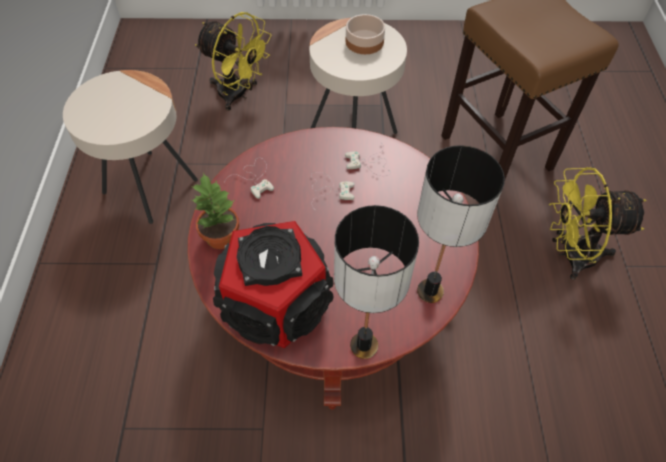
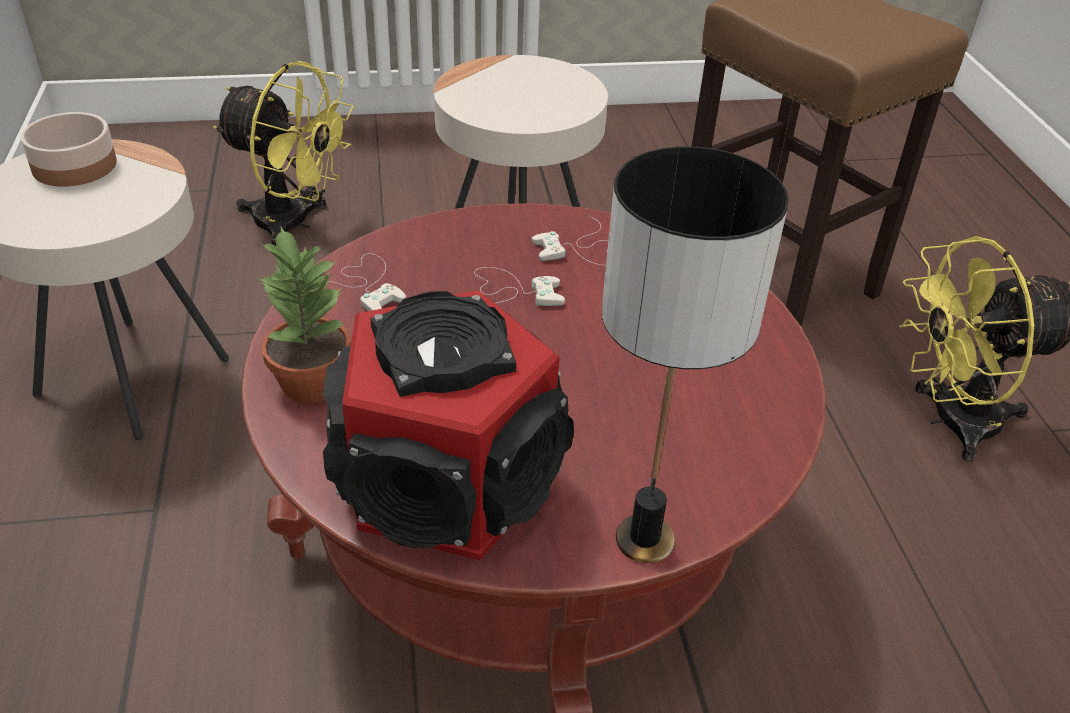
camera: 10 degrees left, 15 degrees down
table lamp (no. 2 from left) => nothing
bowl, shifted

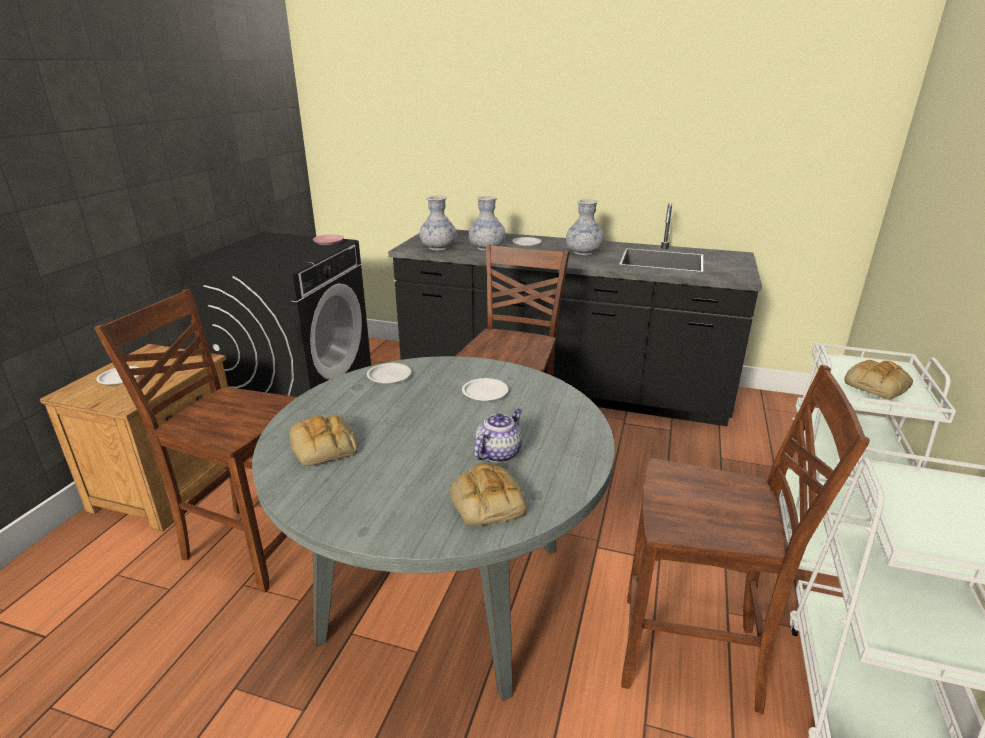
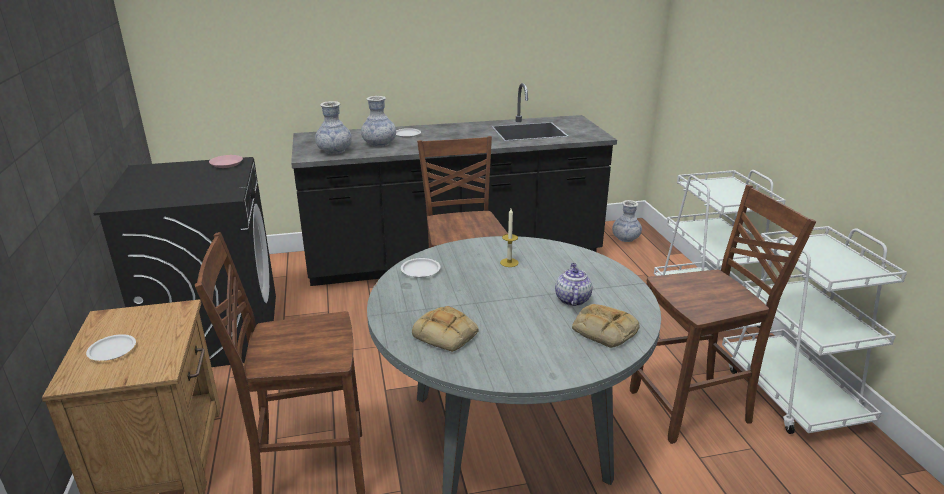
camera: 30 degrees left, 0 degrees up
bread (no. 3 from left) => nothing
vase (no. 3 from left), shifted
white plate (no. 3 from left) => candle

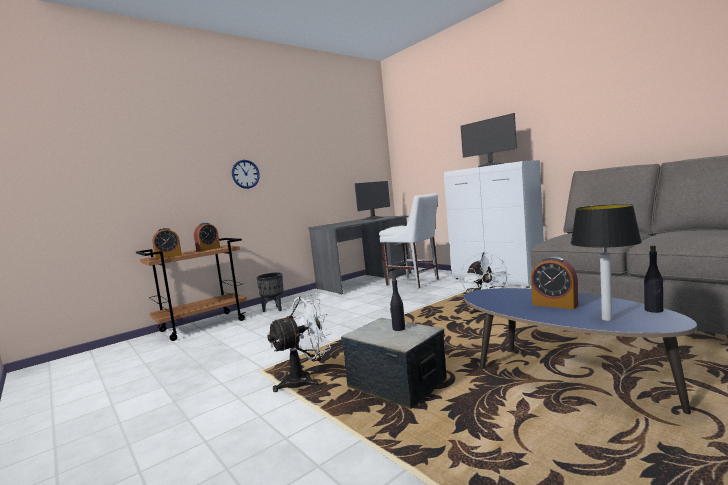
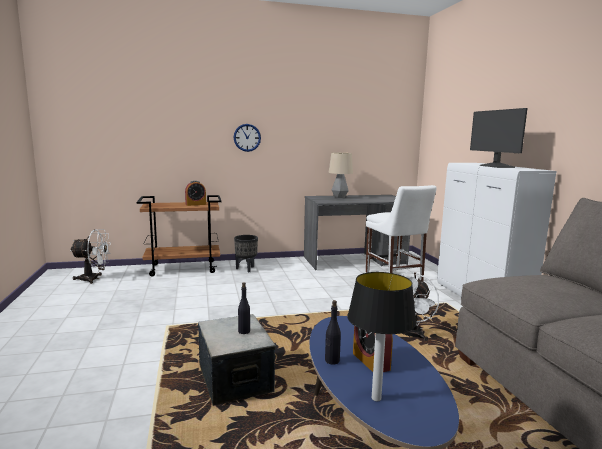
camera: 25 degrees right, 5 degrees up
alarm clock (no. 1 from left) => nothing
monitor (no. 1 from left) => nothing
nothing => table lamp (no. 1 from left)
white fan (no. 1 from left), shifted
black bottle (no. 2 from left), shifted

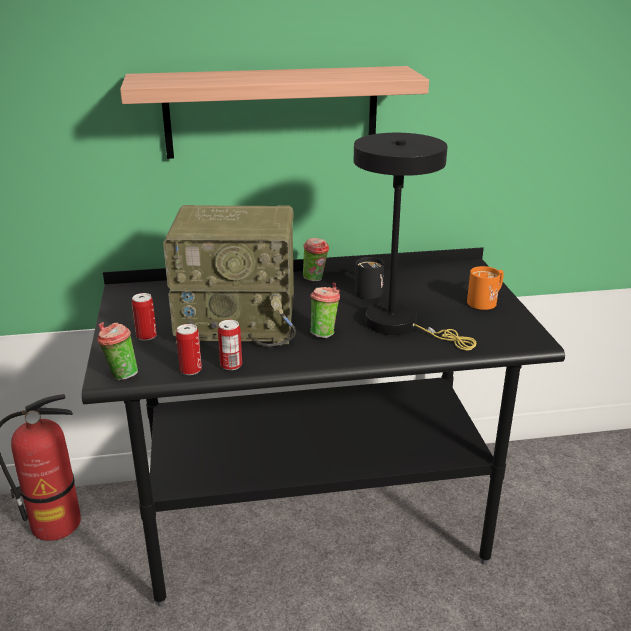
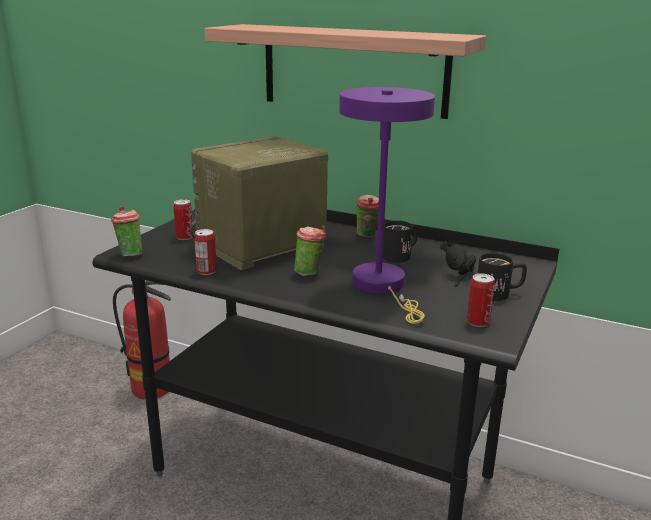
camera: 35 degrees right, 5 degrees down
nothing => black headphones
can (no. 2 from left in the first image) => can (no. 3 from left), shifted
black table lamp => purple table lamp
orange mug => black mug (no. 2 from left)
radio, 105 degrees clockwise

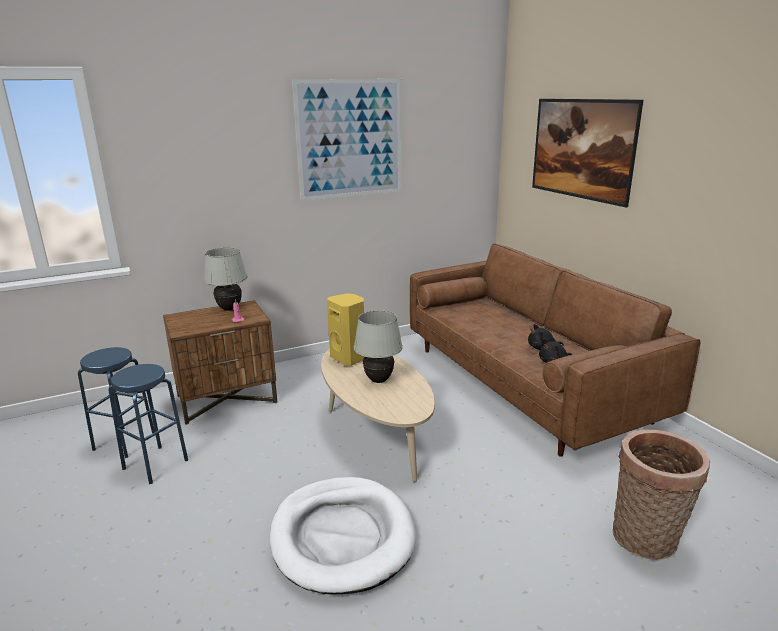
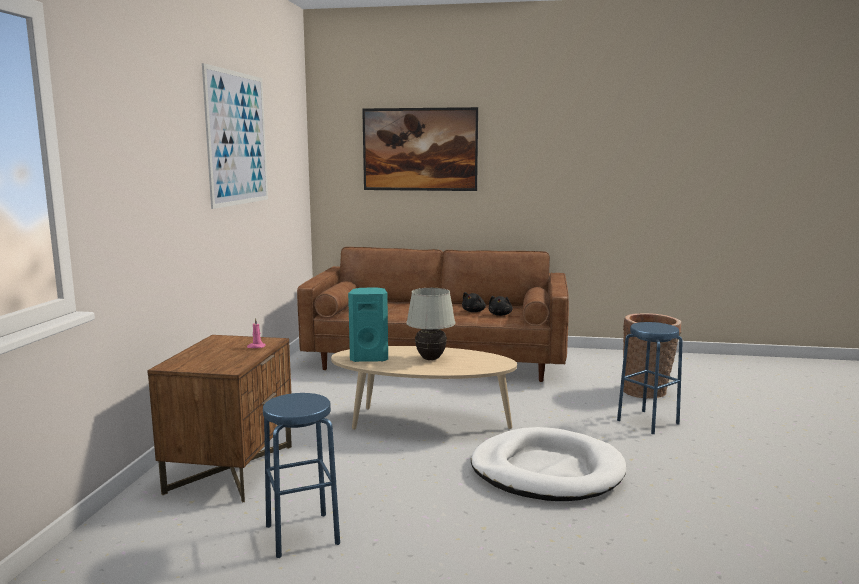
camera: 55 degrees left, 10 degrees down
white table lamp (no. 1 from left) => nothing
blue stool (no. 1 from left in the first image) => blue stool (no. 2 from left), shifted
yellow speaker => turquoise speaker

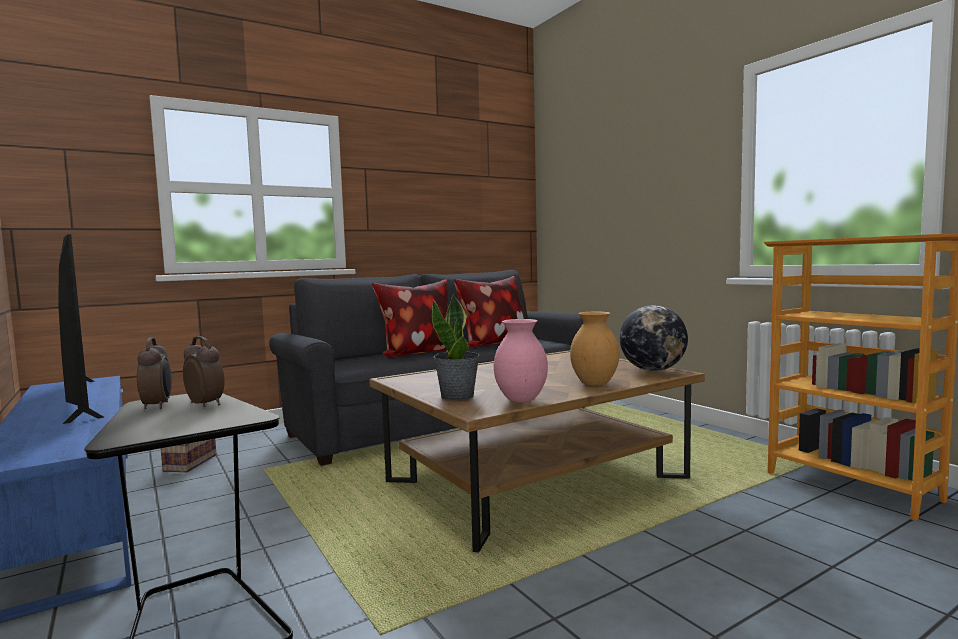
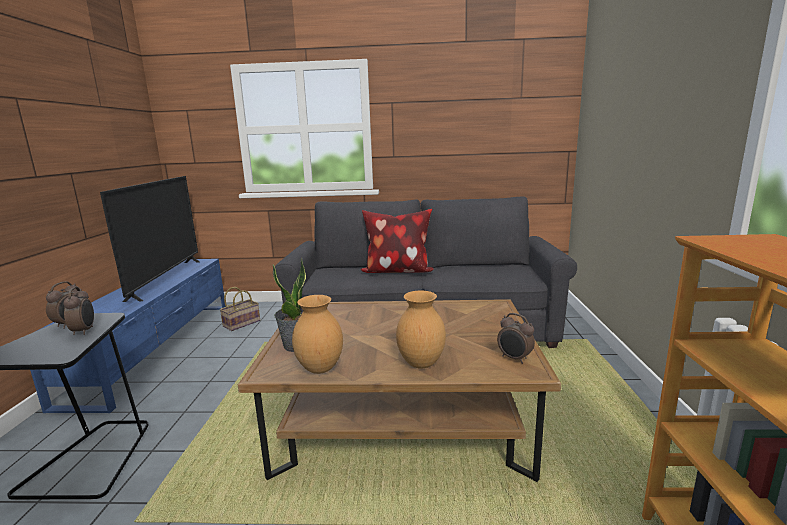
camera: 35 degrees right, 10 degrees up
pillow (no. 2 from left) => nothing
globe => alarm clock (no. 3 from left)
pink vase => brown vase (no. 1 from left)

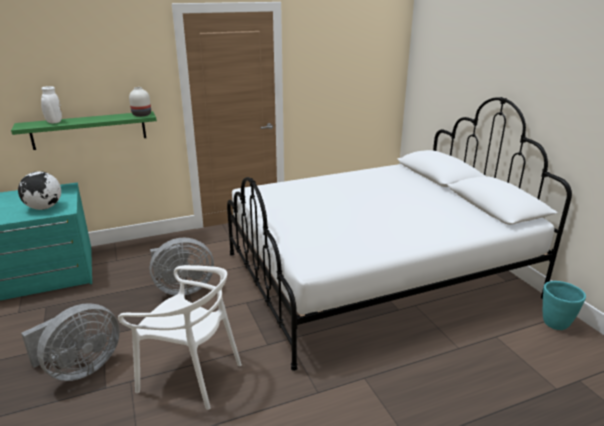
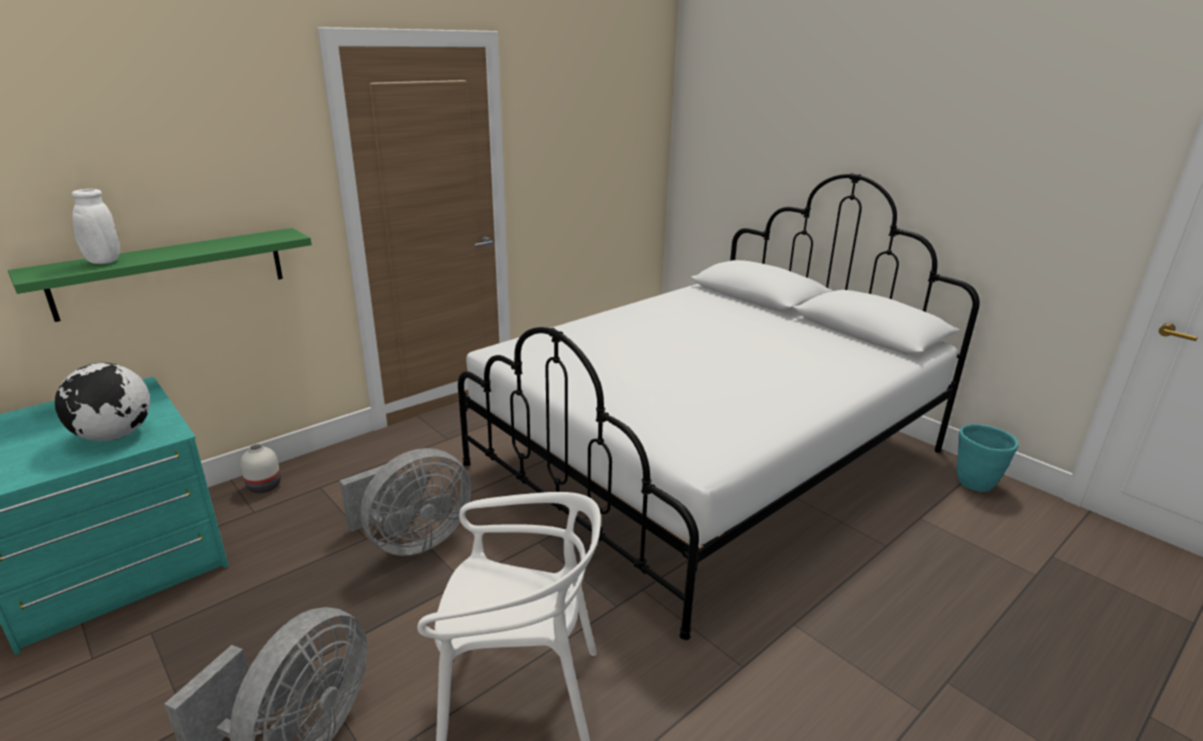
camera: 20 degrees left, 0 degrees up
white vase (no. 2 from left), shifted

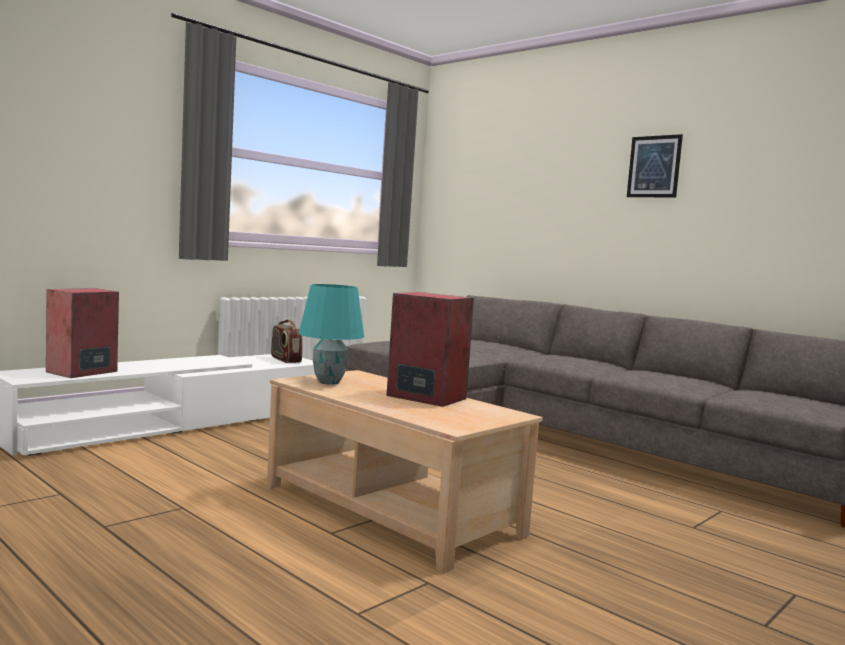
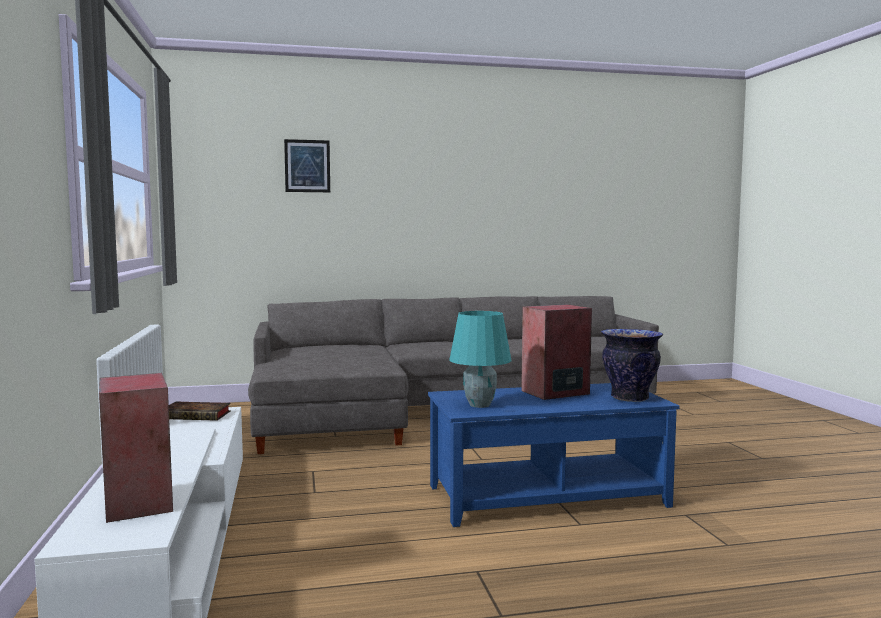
camera: 55 degrees left, 0 degrees up
nothing => vase
picture, shifted
radio => book
beige coffee table => blue coffee table

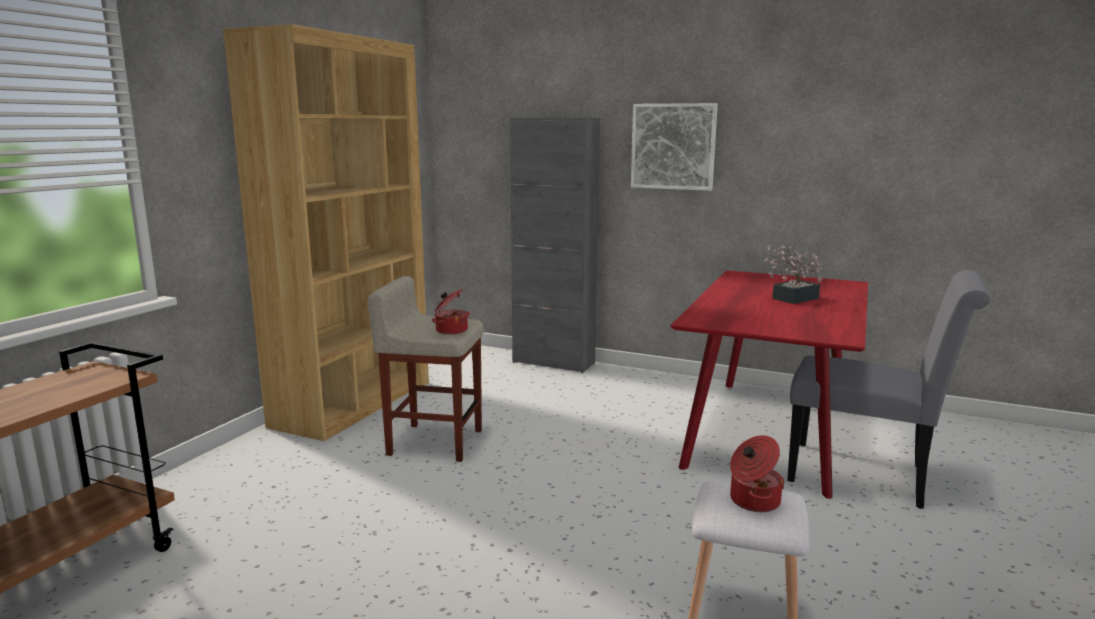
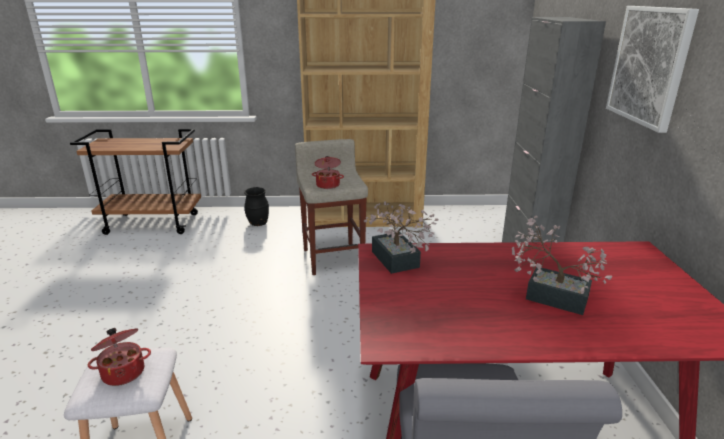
camera: 65 degrees right, 10 degrees up
nothing => black vase
nothing => potted plant (no. 1 from left)

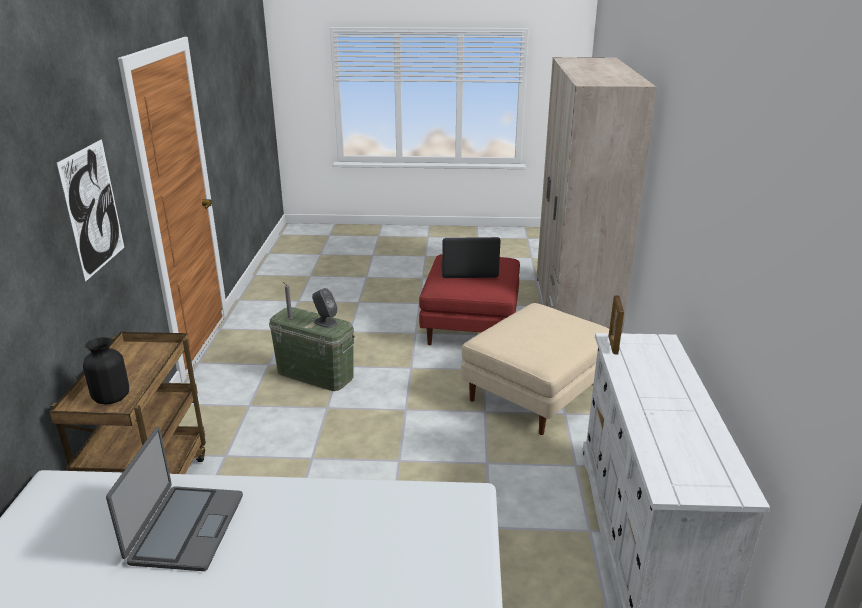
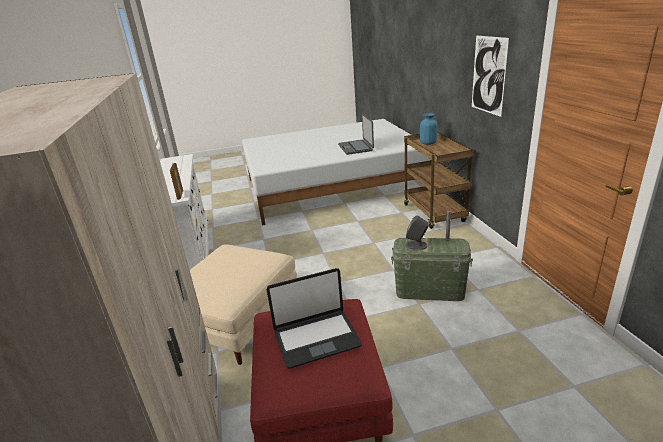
camera: 165 degrees right, 0 degrees up
black vase => blue vase

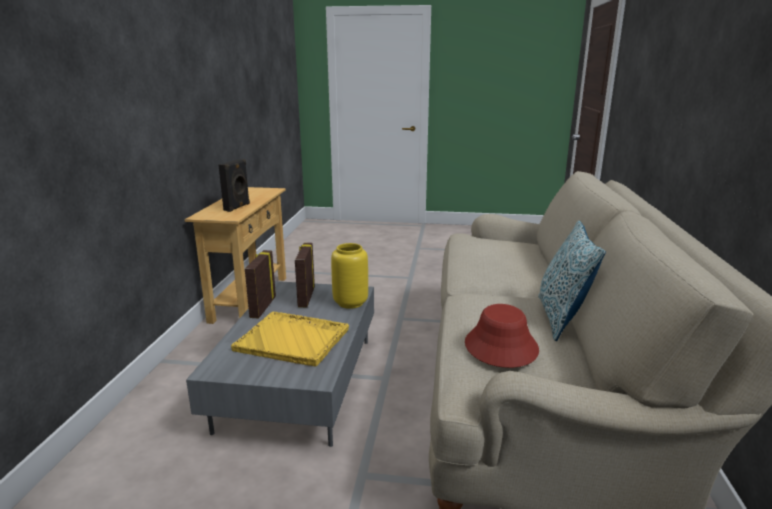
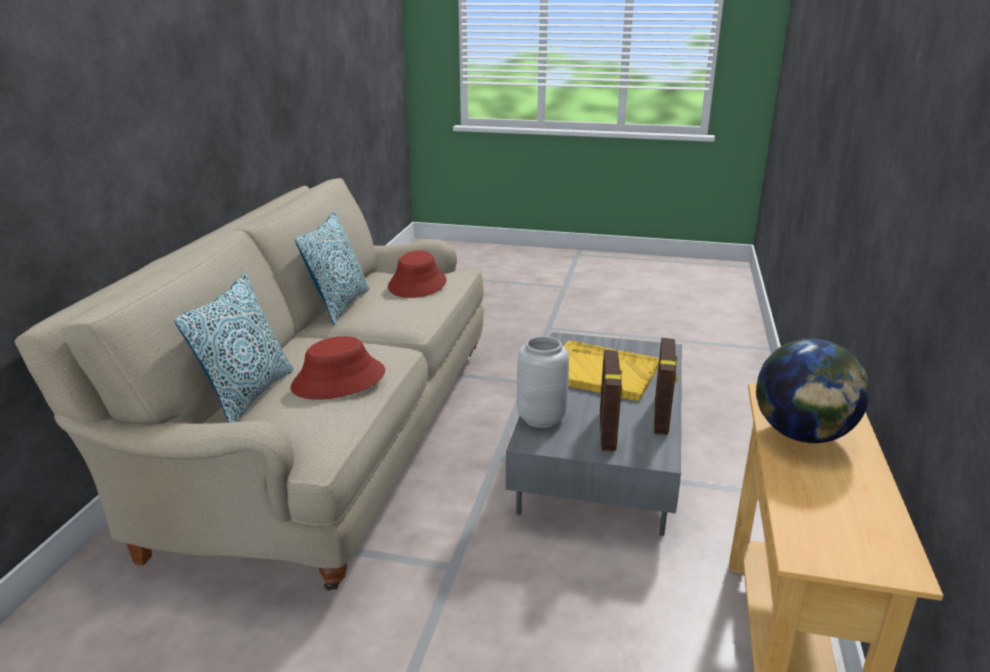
camera: 175 degrees left, 5 degrees up
nothing => pillow (no. 1 from left)
nothing => red hat (no. 1 from left)
black speaker => globe
yellow vase => grey vase

